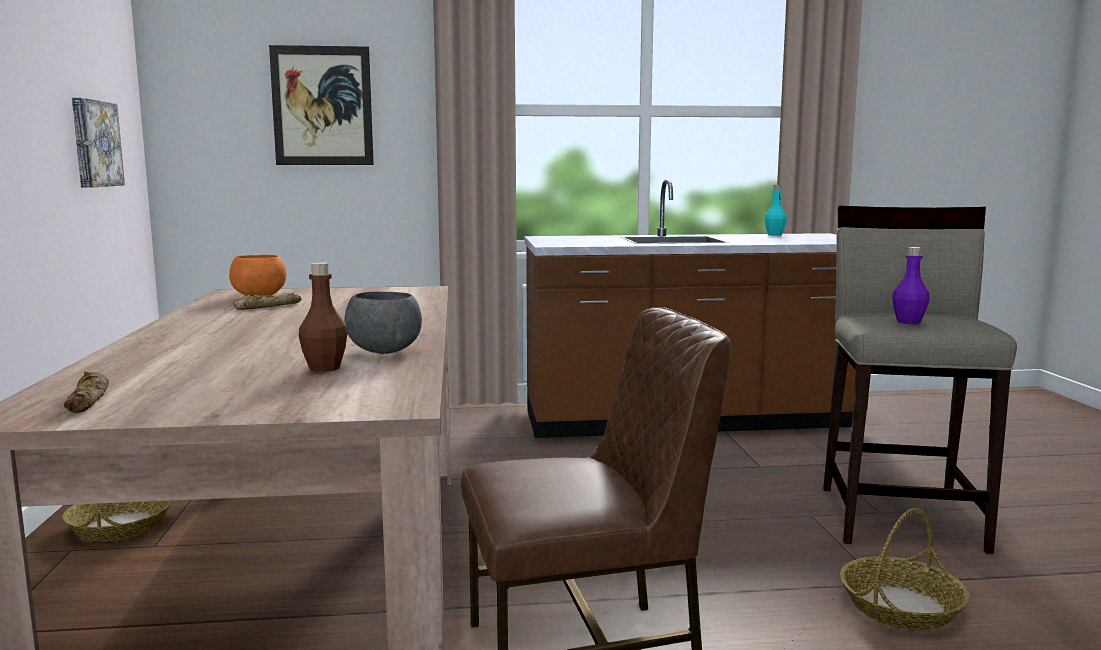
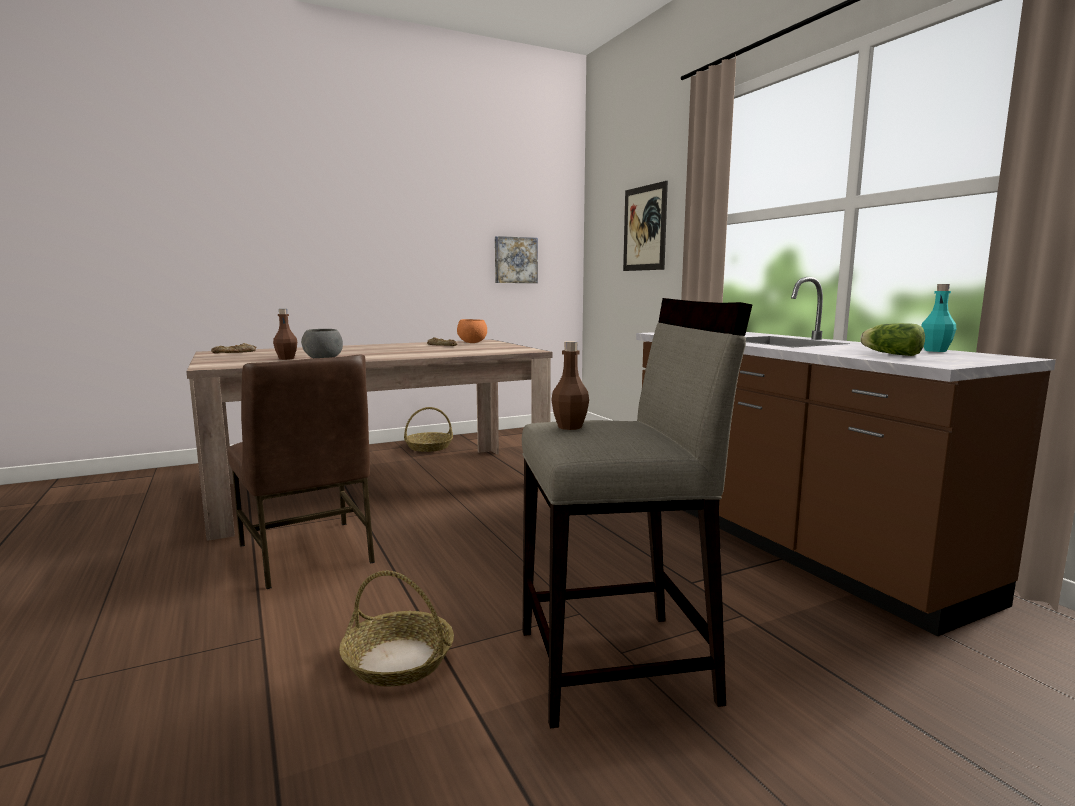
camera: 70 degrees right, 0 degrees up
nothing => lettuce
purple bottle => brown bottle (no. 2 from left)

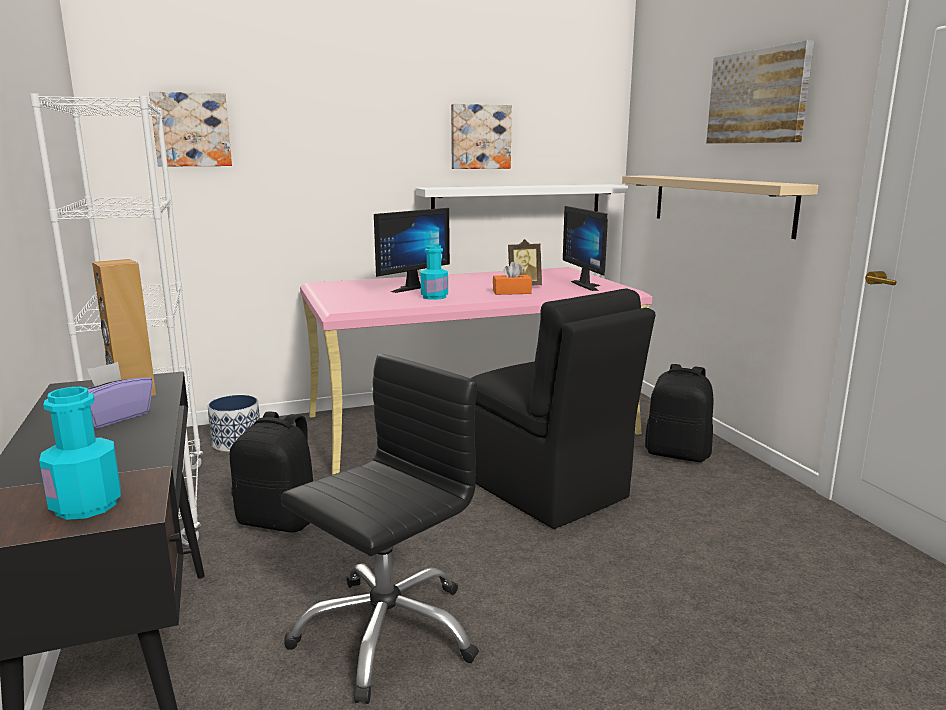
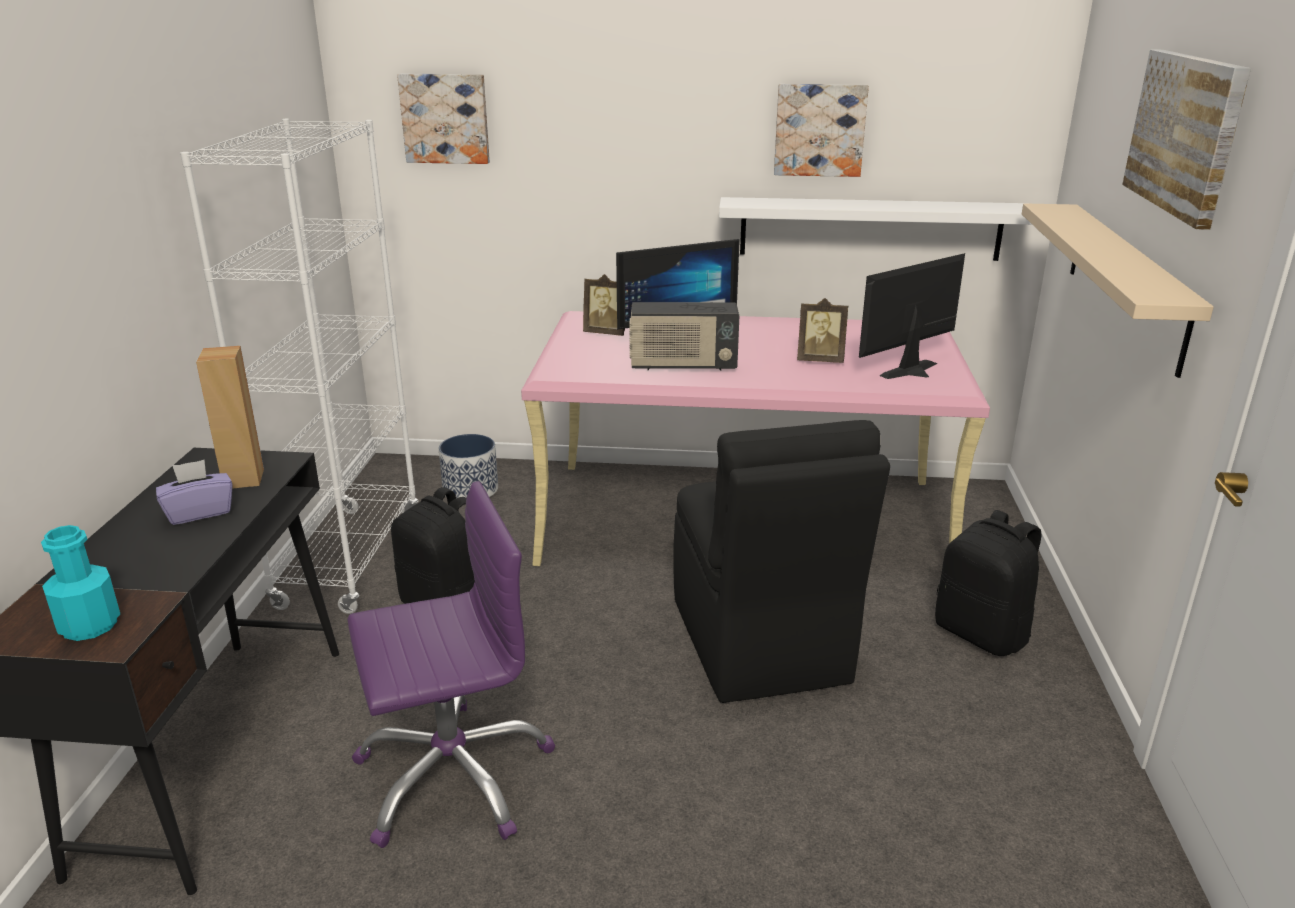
camera: 25 degrees right, 10 degrees up
orange tissue box => nothing
nothing => picture frame (no. 1 from left)
turquoise bottle (no. 2 from left) => radio
black office chair => purple office chair
monitor (no. 2 from left), 45 degrees clockwise

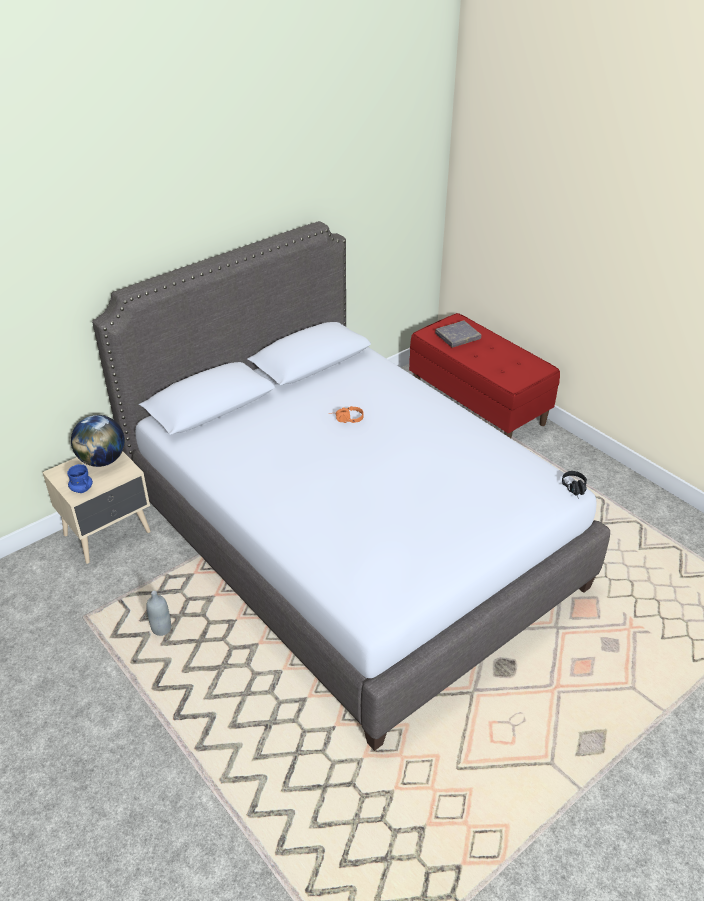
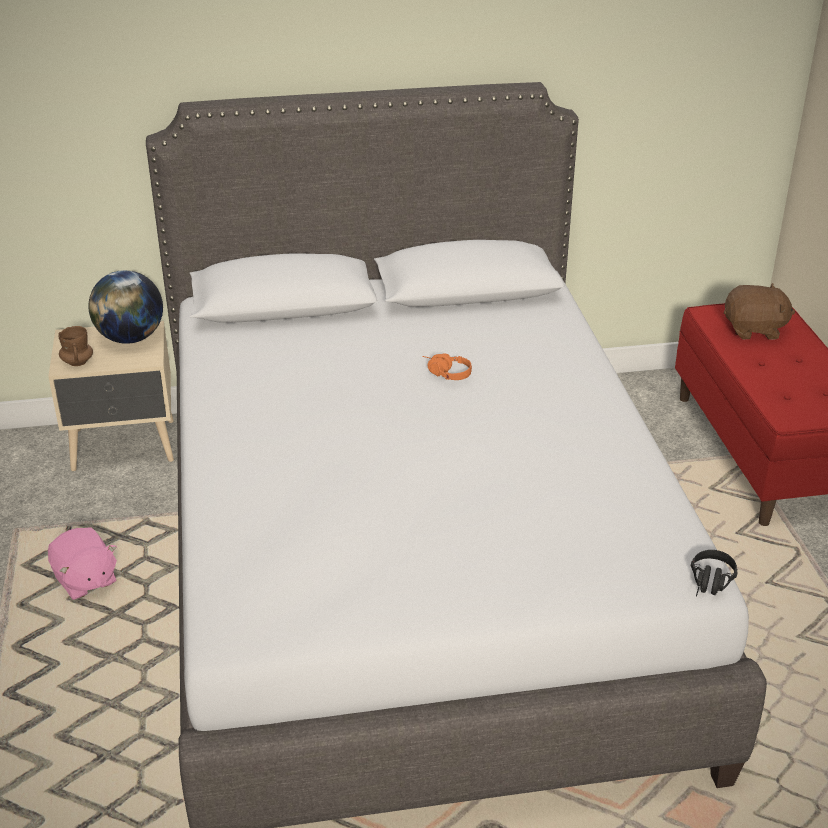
camera: 30 degrees right, 5 degrees down
grey bottle => pink plush toy
grey book => brown plush toy
blue mug => brown mug

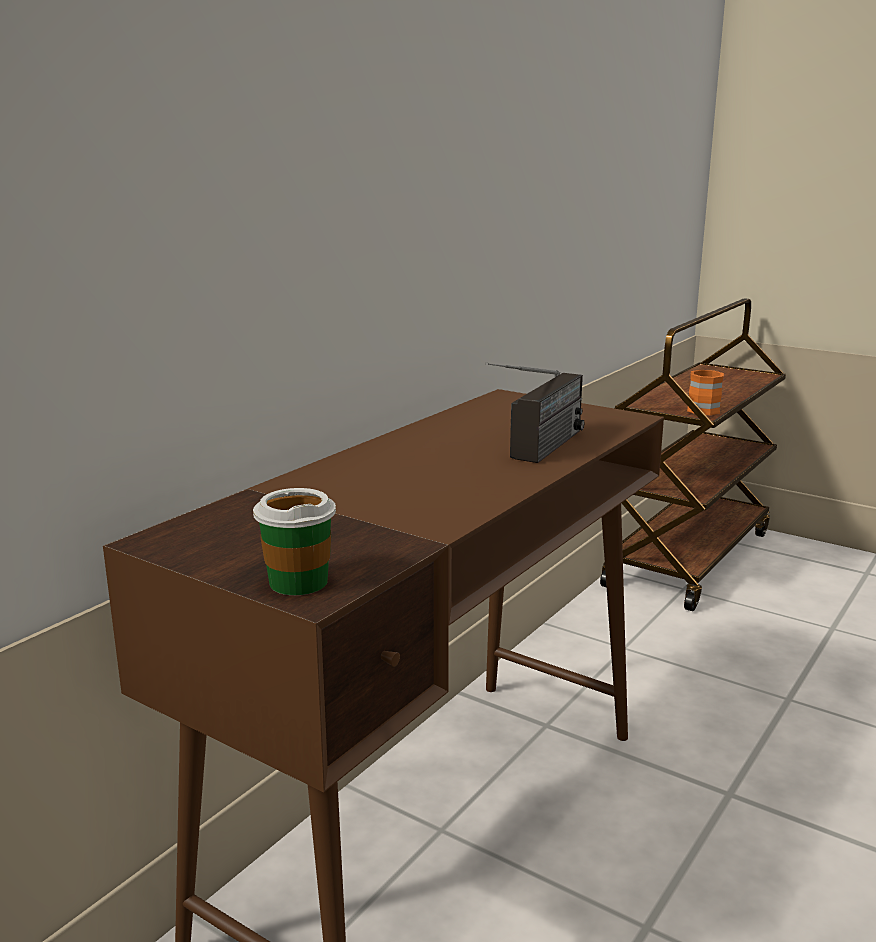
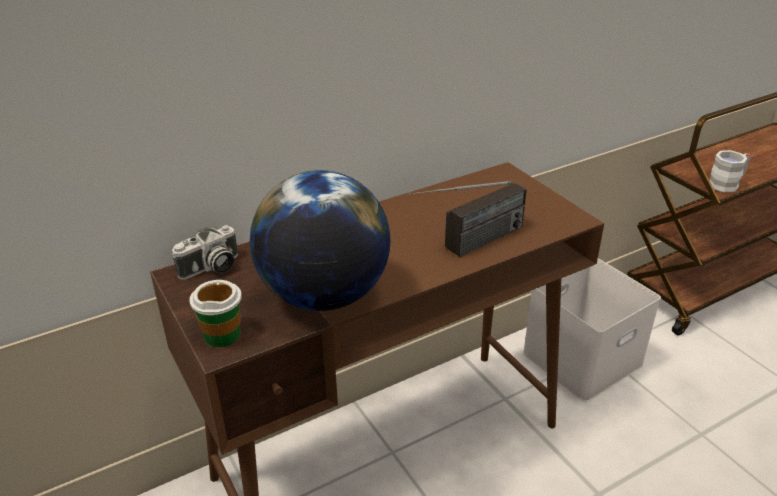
camera: 25 degrees right, 15 degrees up
nothing => photo camera
nothing => globe
nothing => white storage box
orange mug => white mug

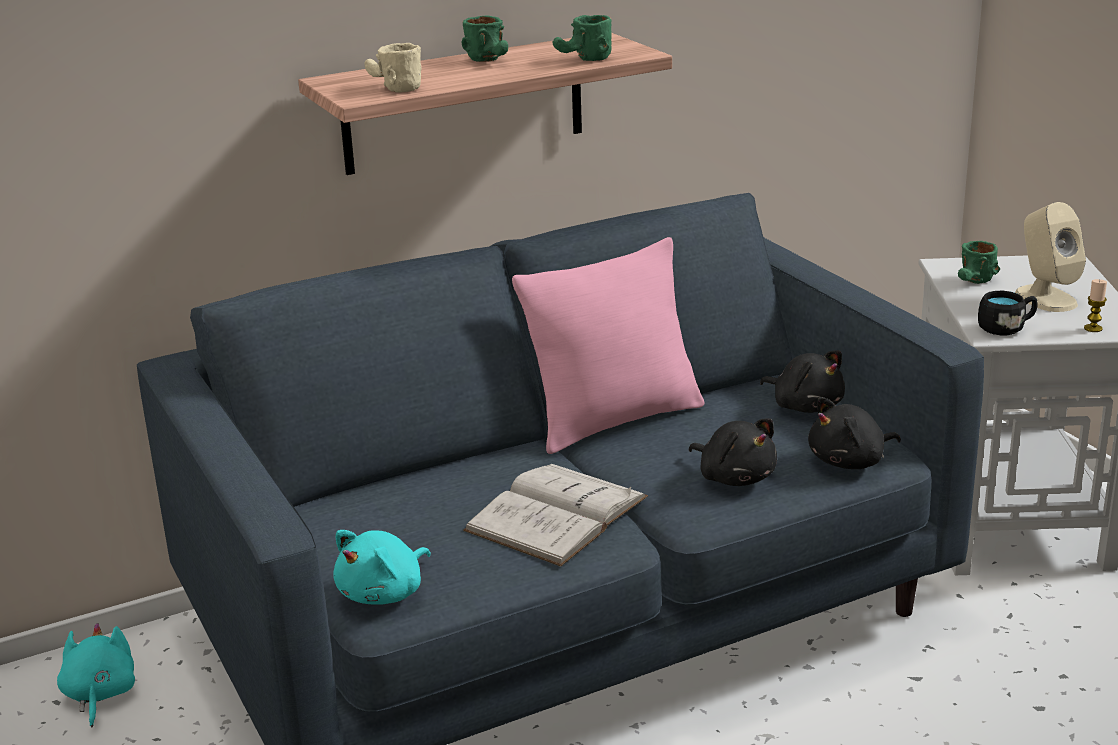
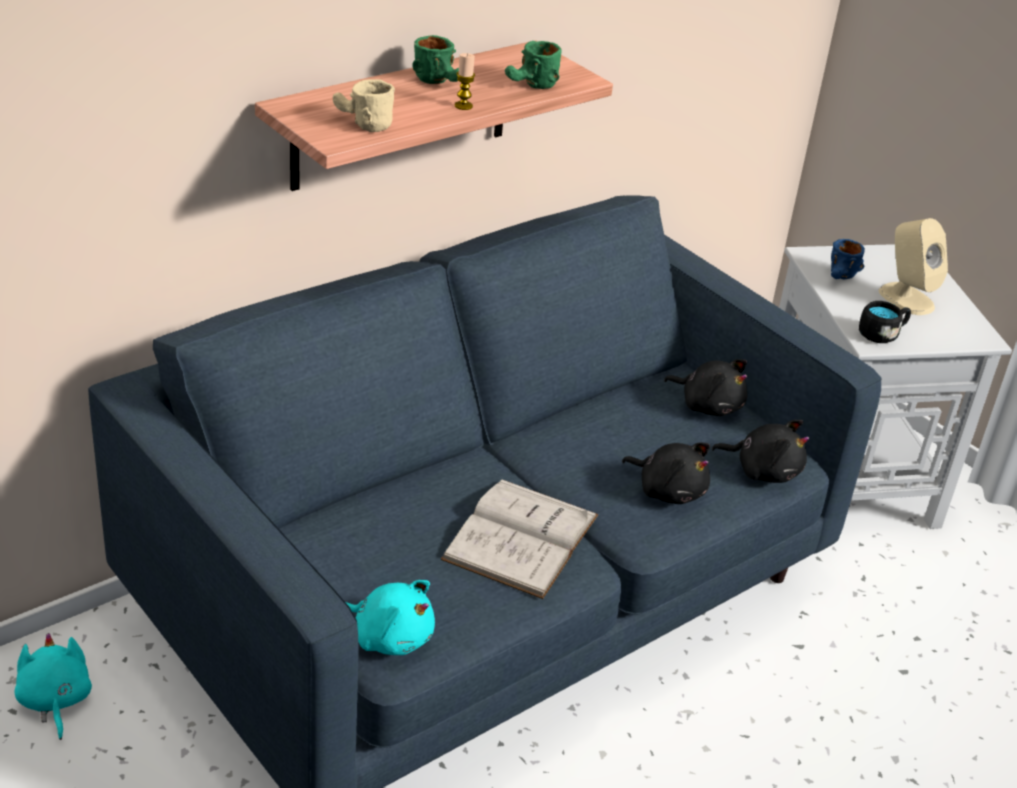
camera: 15 degrees left, 10 degrees up
pink pillow => nothing
candle, shifted
green mug (no. 3 from left) => blue mug
turquoise plush toy (no. 2 from left), 90 degrees counterclockwise
black plush toy (no. 3 from left), 120 degrees counterclockwise

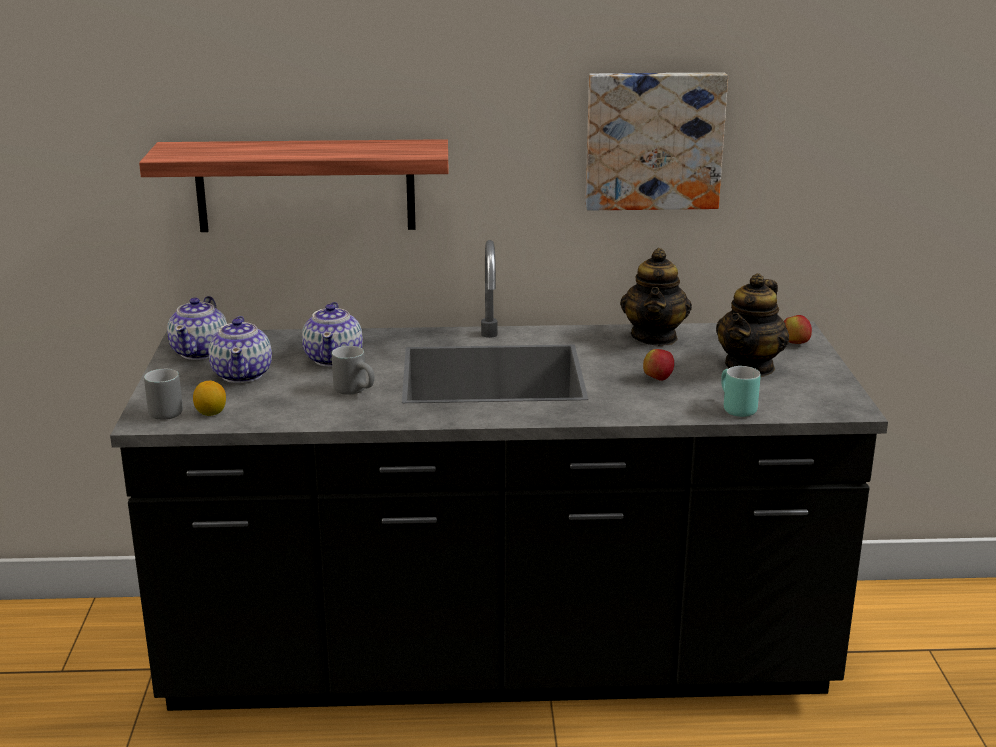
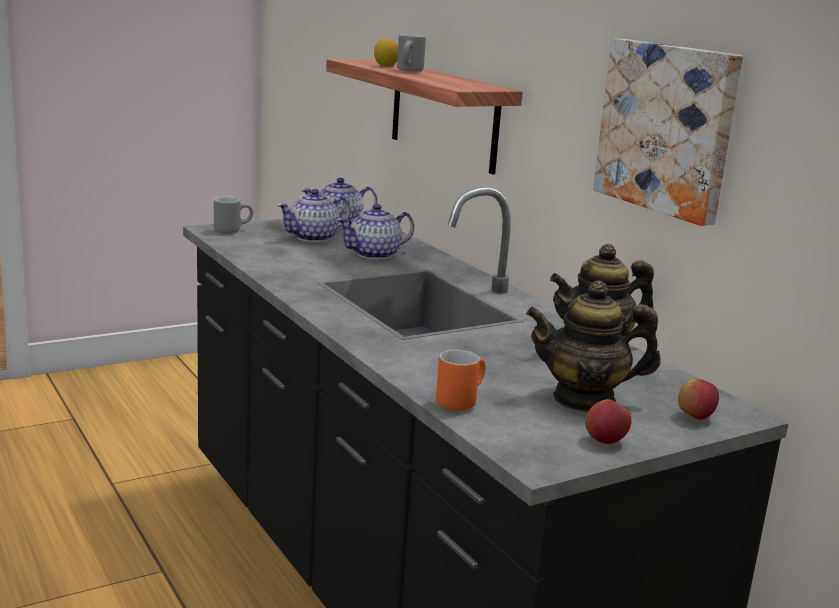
camera: 60 degrees right, 5 degrees down
lemon, shifted
grey mug (no. 2 from left), shifted
apple (no. 1 from left), shifted
turquoise mug => orange mug

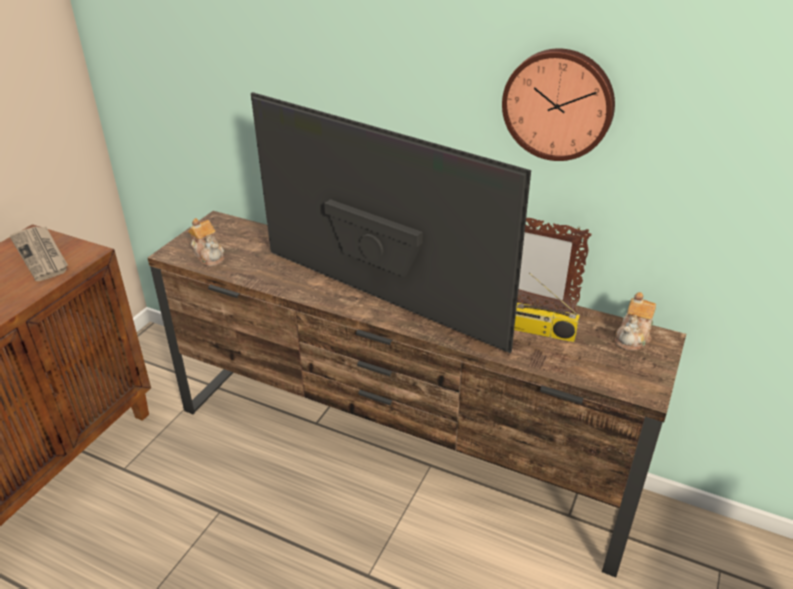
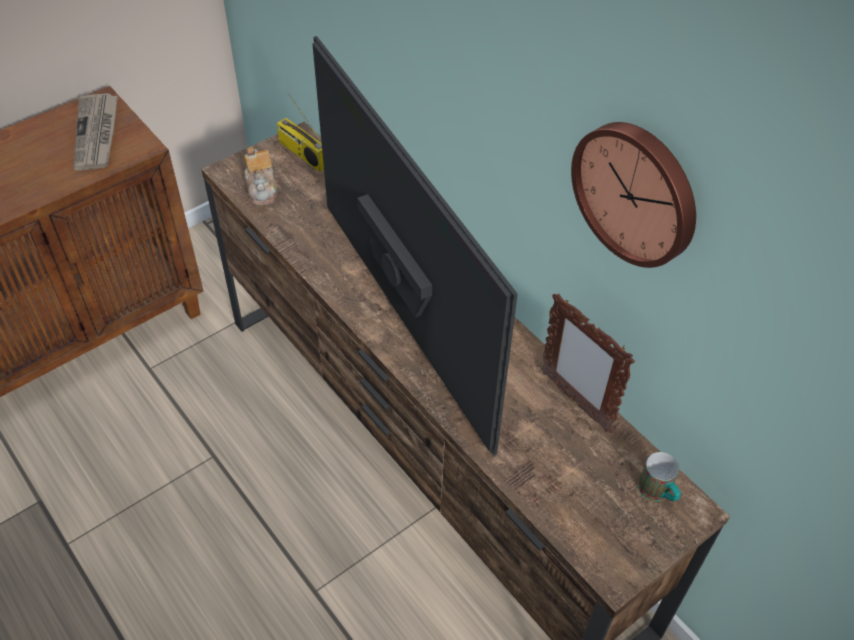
camera: 25 degrees right, 15 degrees up
radio, shifted
teapot (no. 2 from left) => mug

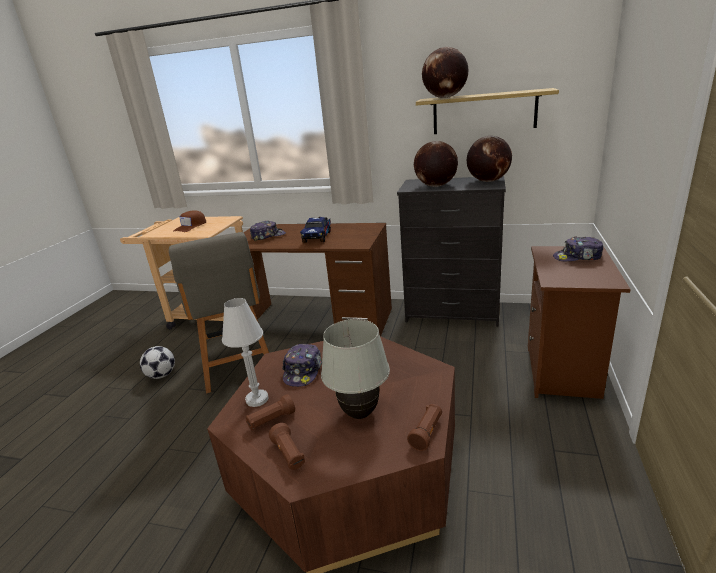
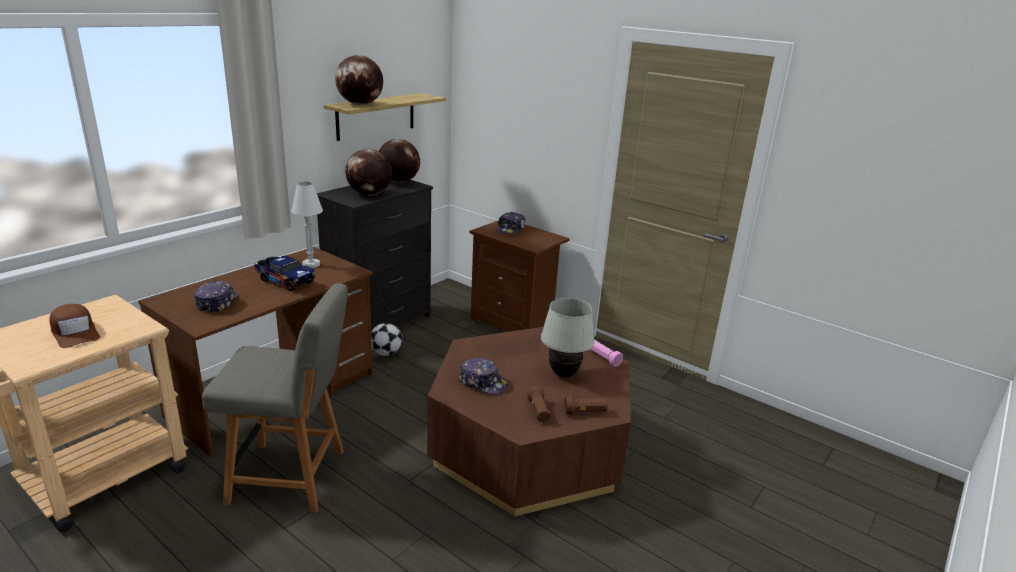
camera: 70 degrees left, 0 degrees up
football, shifted
white table lamp (no. 1 from left), shifted
brown flashlight (no. 3 from left) => pink flashlight

